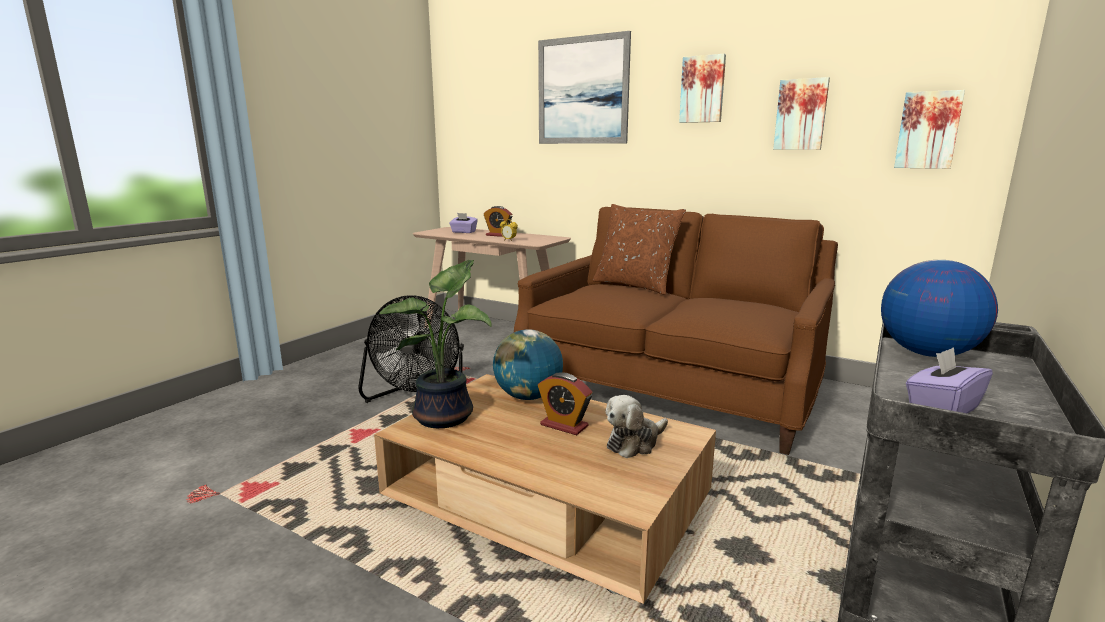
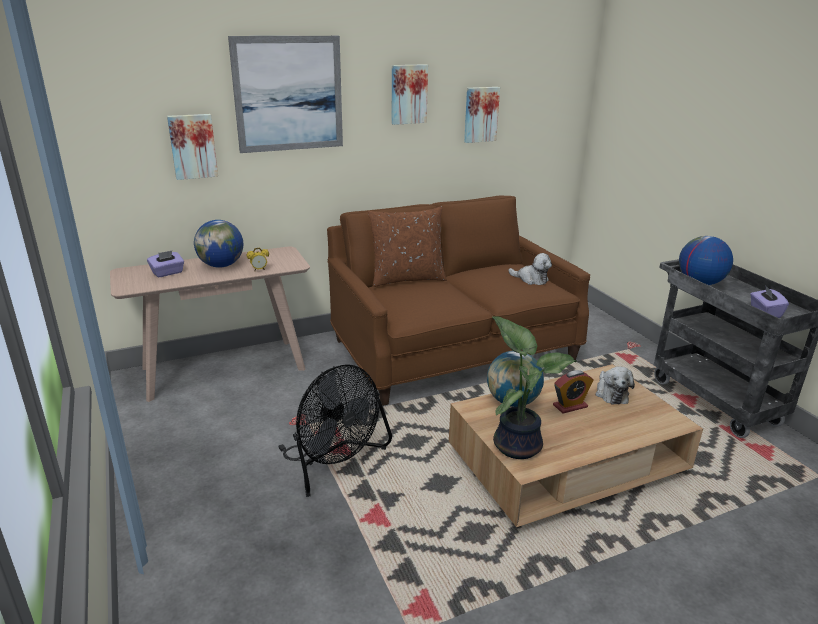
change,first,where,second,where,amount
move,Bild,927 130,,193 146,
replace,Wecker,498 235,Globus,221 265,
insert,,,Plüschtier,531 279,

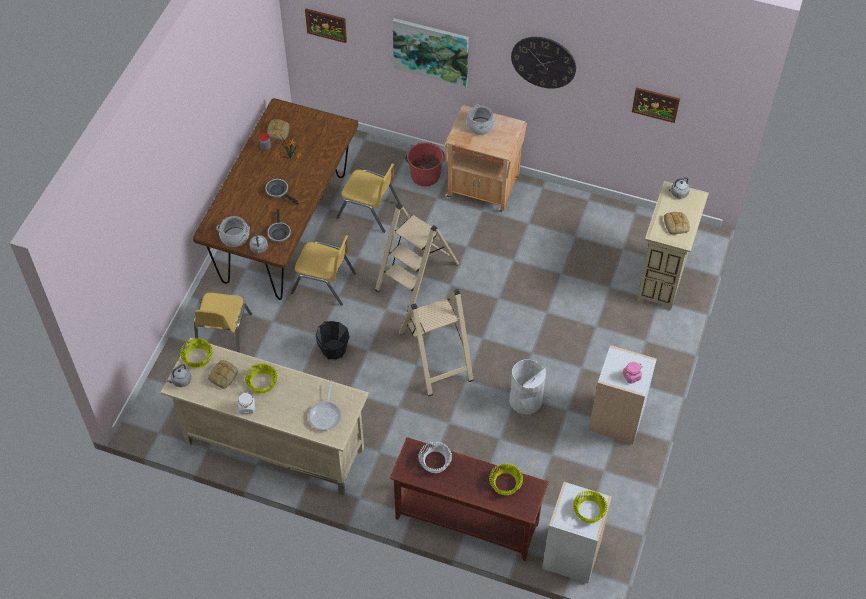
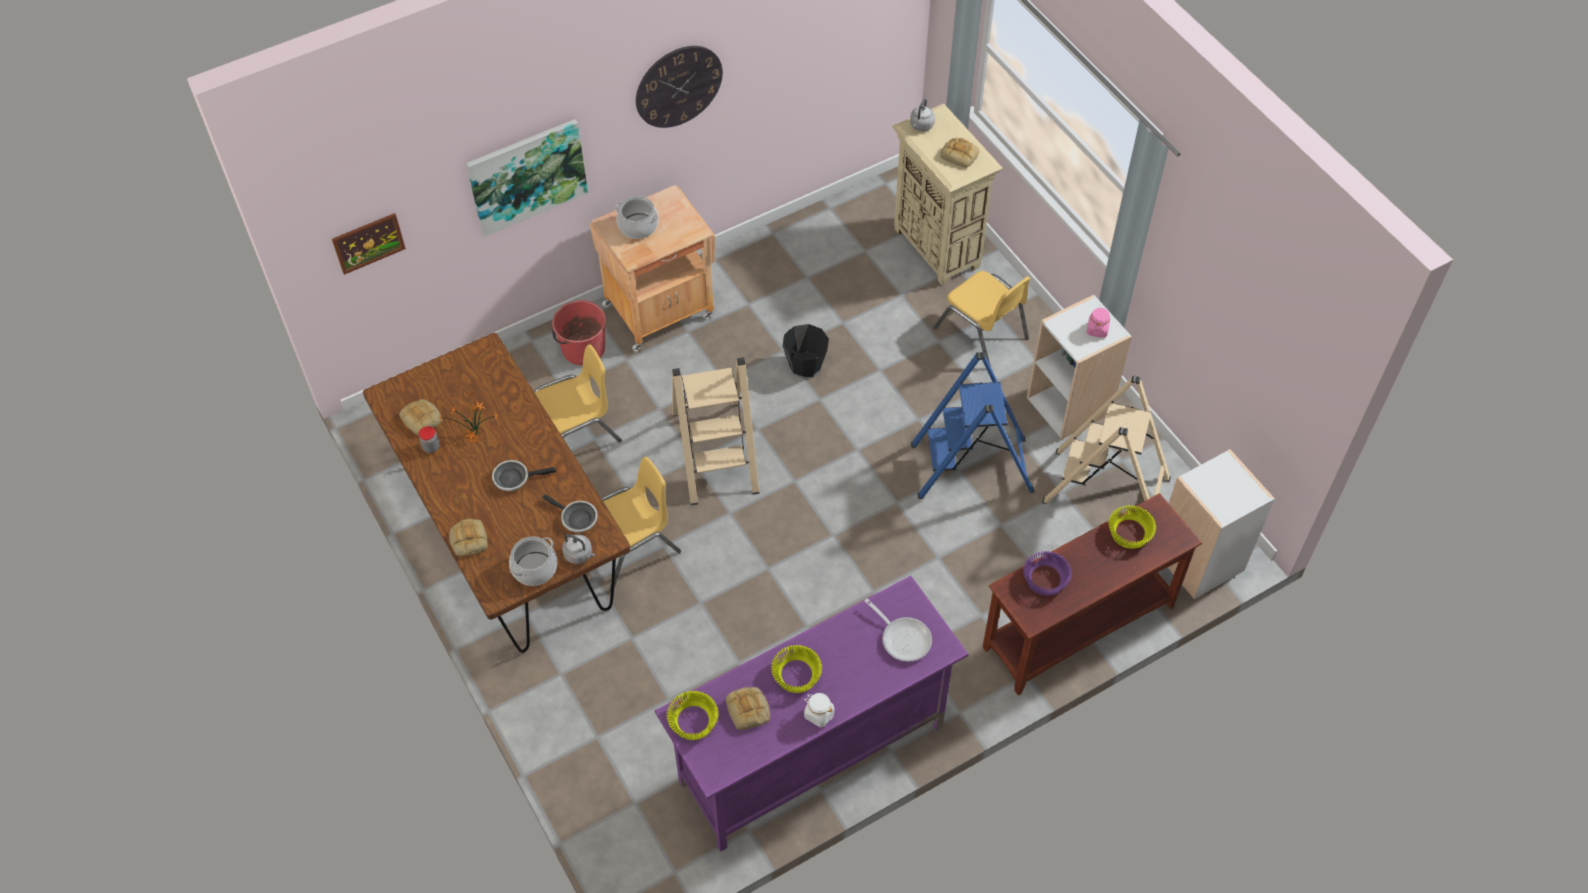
change,first,where,second,where,amount
delete,Bild,655 104,,,
move,Trittleiter [beige],435 357,,1108 490,
move,Stuhl [gelb],223 334,,981 333,
move,Eimer [schwarz],333 350,,805 365,
recolor,Kommode [beige],274 446,Kommode [lila],812 754,
replace,Mülleimer [weiß],525 400,Trittleiter [blau],973 467,
delete,Wasserkessel [grau],181 381,,,
recolor,Schüssel [weiß],435 461,Schüssel [lila],1045 578,
delete,Schüssel [gelb],588 510,,,
insert,,,Brot,468 539,

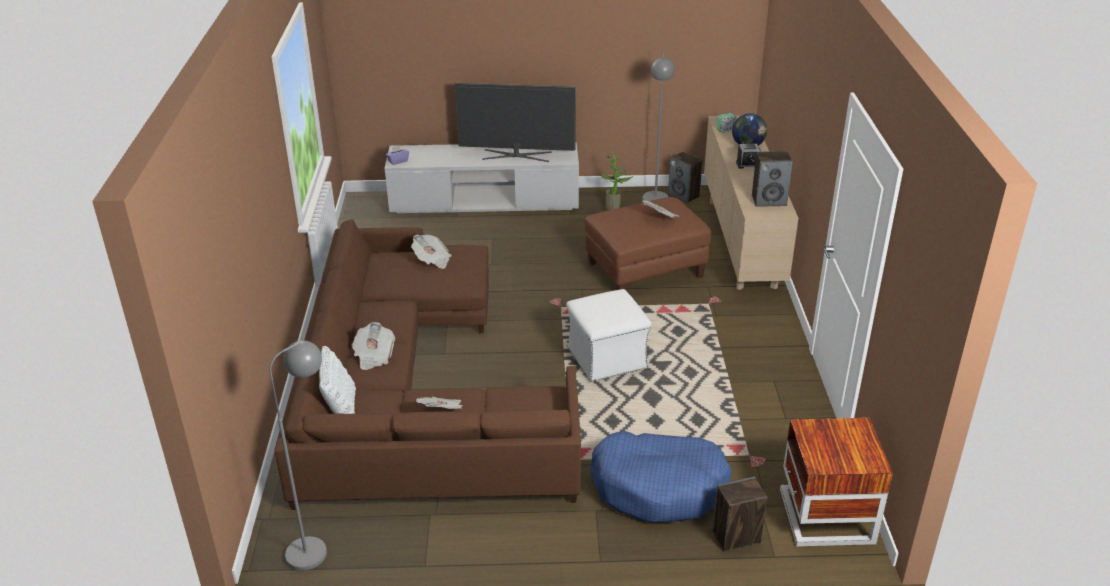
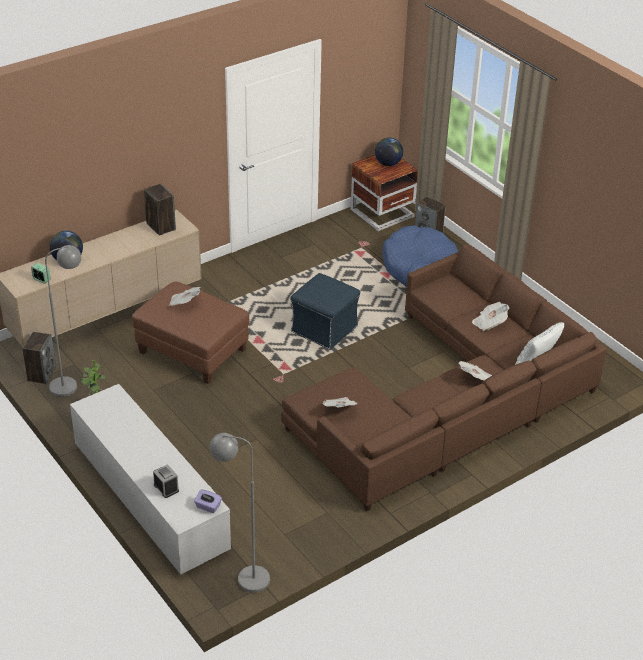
change,first,where,second,where,amount
delete,Fernseher,517 155,,,
move,Wecker,747 164,,166 488,
recolor,Polsterhocker [weiß],606 358,Polsterhocker [blau],325 329,
move,Stehlampe [grau],317 548,,243 579,
insert,,,Globus,388 163,

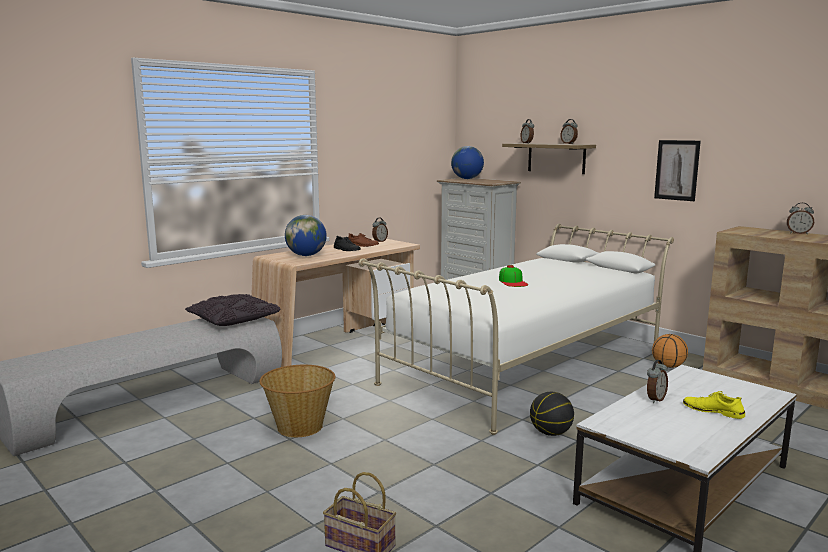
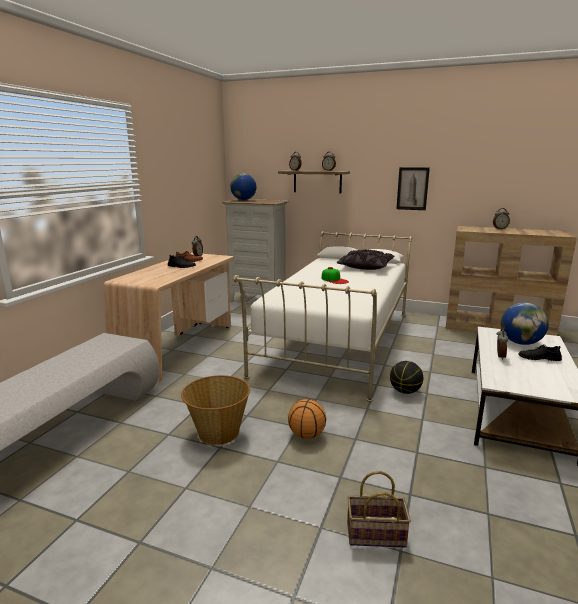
change,first,where,second,where,amount
move,Globus,306 255,,520 343,
move,Kissen [schwarz],233 320,,366 267,
move,Basketball,667 366,,306 435,
recolor,Schuh [gelb],713 411,Schuh [schwarz],539 358,

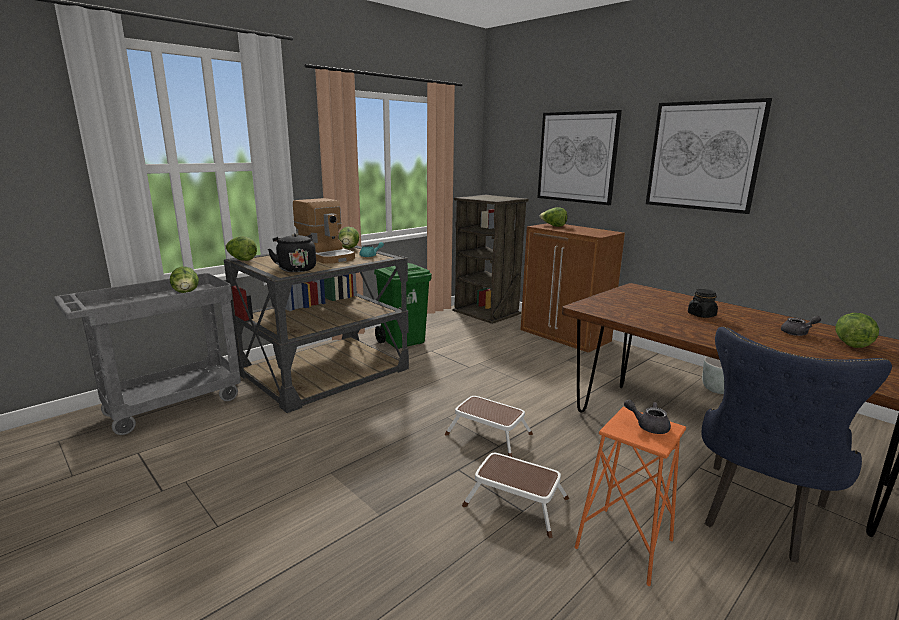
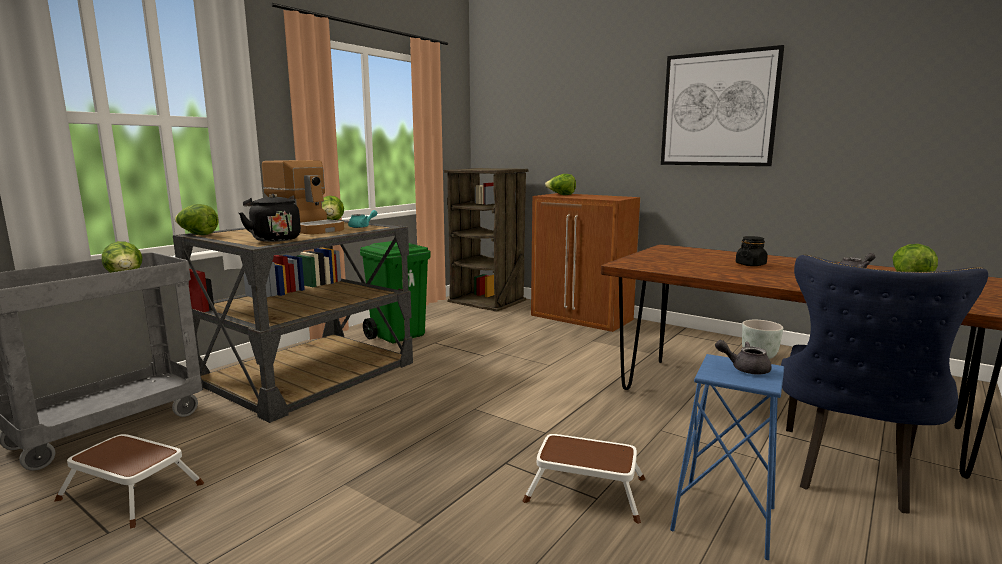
change,first,where,second,where,amount
delete,Bild,577 157,,,
move,Trittleiter [braun],489 434,,131 491,
recolor,Hocker [orange],624 544,Hocker [blau],723 519,

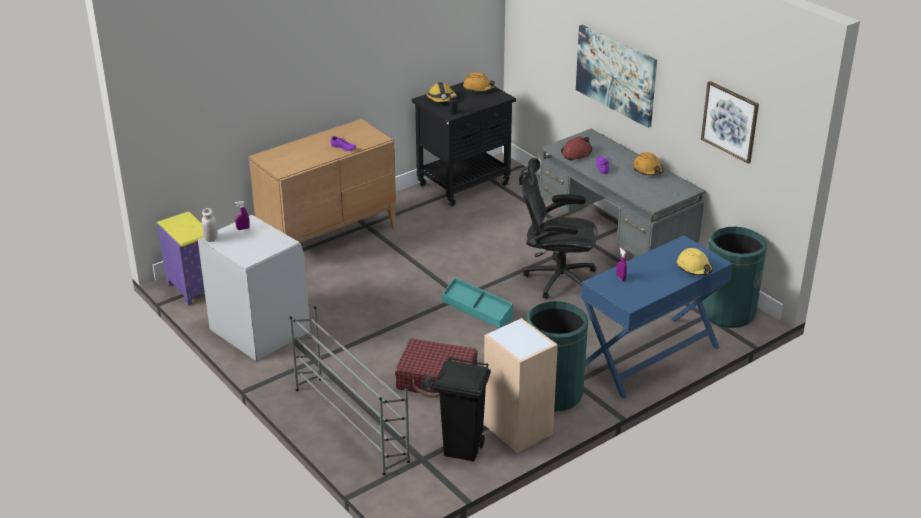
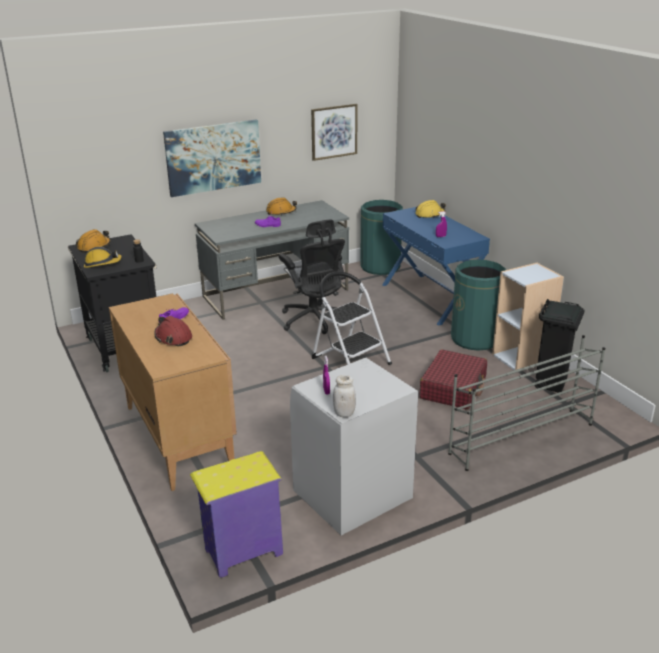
change,first,where,second,where,amount
move,Schutzhelm [rot],576 153,,173 337,
rotate,Bürostuhl,556 279,,313 321,45 degrees counterclockwise
replace,Aufbewahrungsbox [türkis],477 310,Trittleiter,349 360,

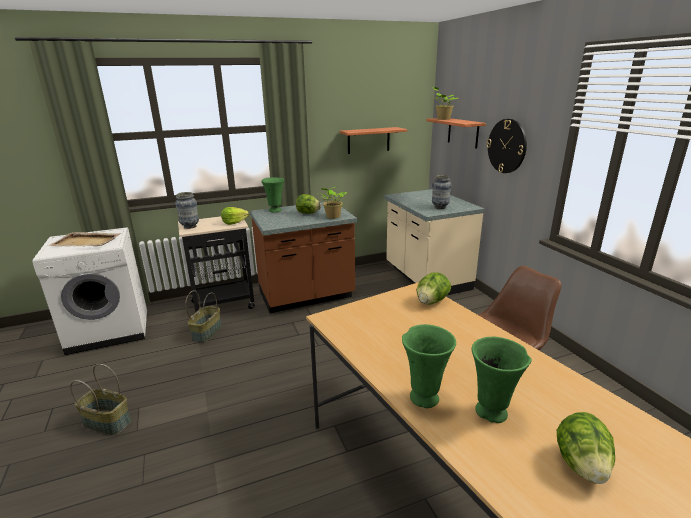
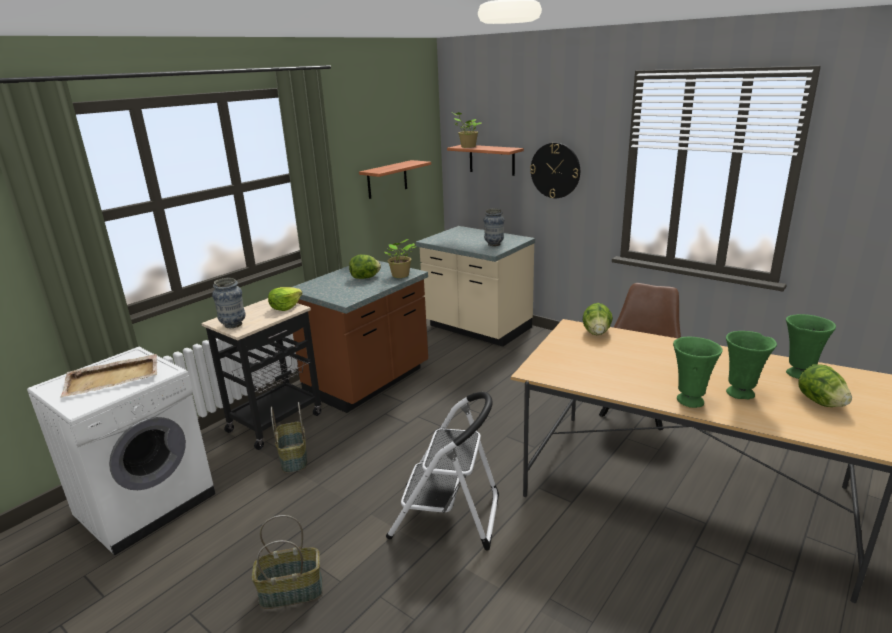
change,first,where,second,where,amount
move,Vase [grün],275 210,,798 374,
insert,,,Trittleiter,449 517,

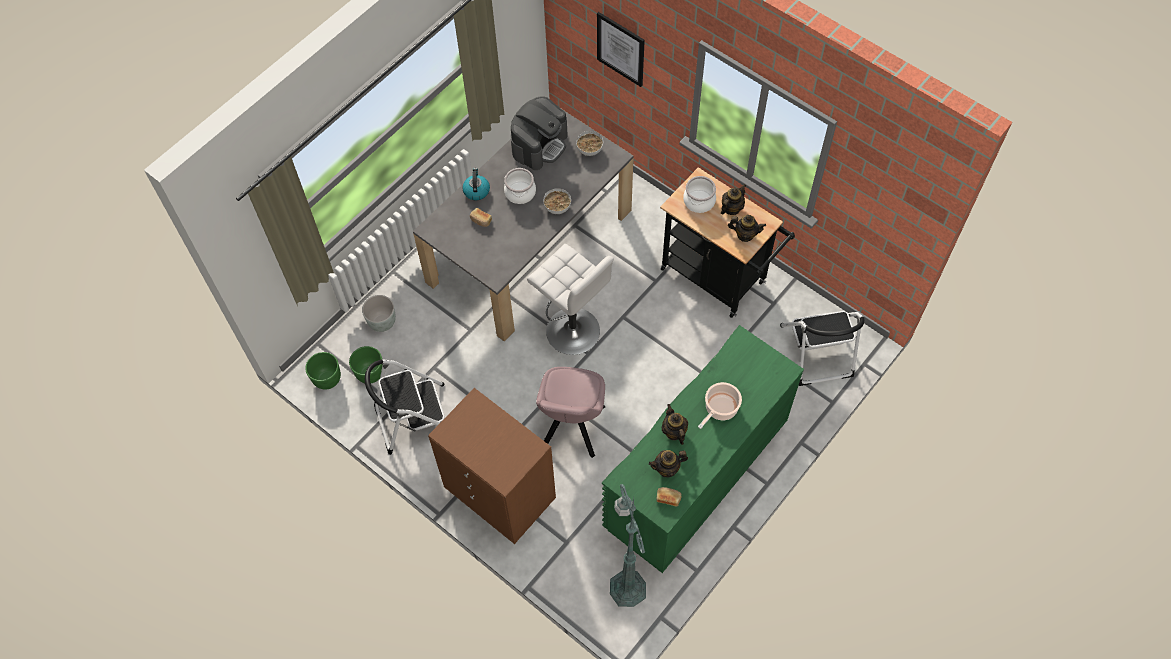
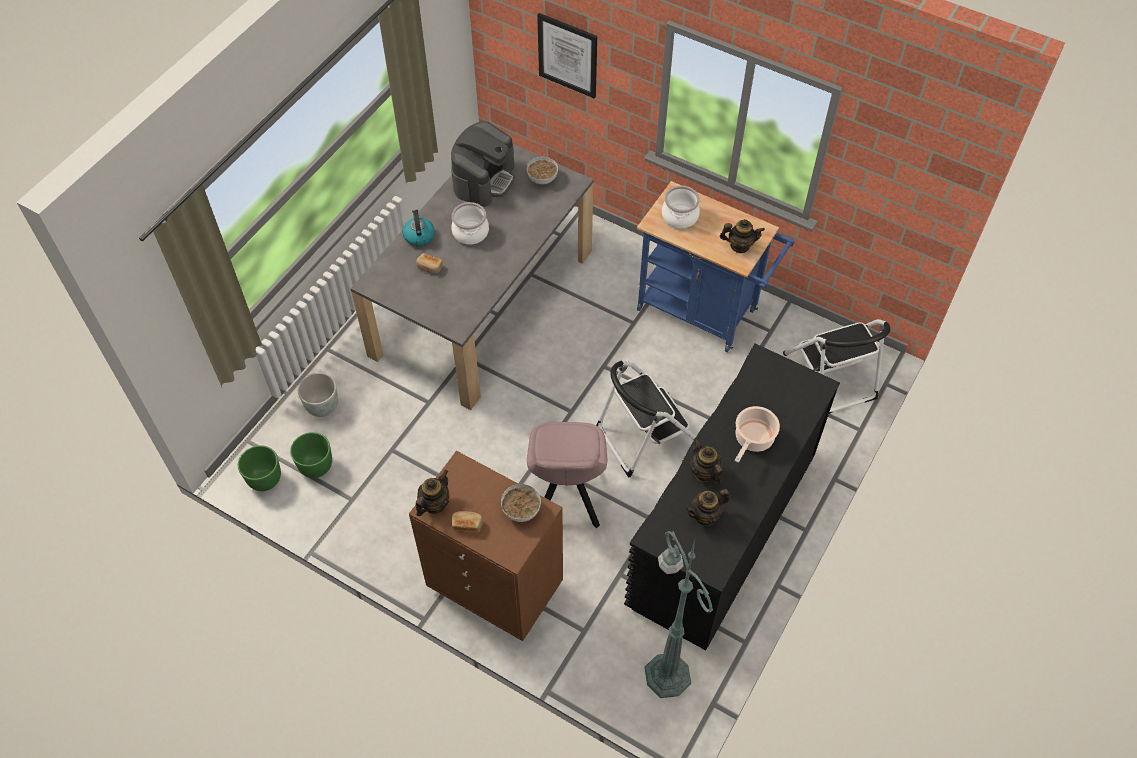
change,first,where,second,where,amount
recolor,Rollwagen [schwarz],718 279,Rollwagen [blau],703 312,
move,Teekanne,731 208,,434 504,
move,Schüssel,557 207,,521 510,
delete,Hocker [weiß],573 332,,,
recolor,Kommode [grün],696 475,Kommode [schwarz],722 532,
move,Trittleiter,413 419,,644 436,
move,Brot,668 498,,467 524,

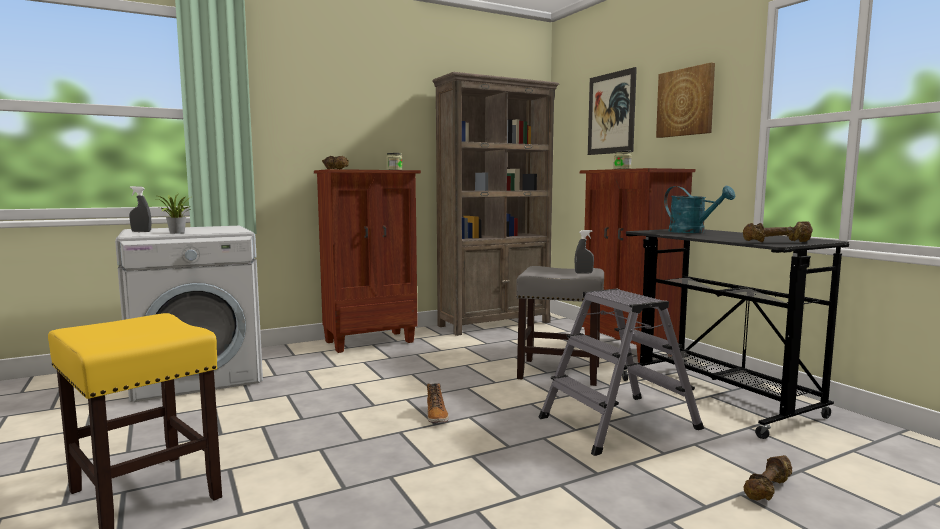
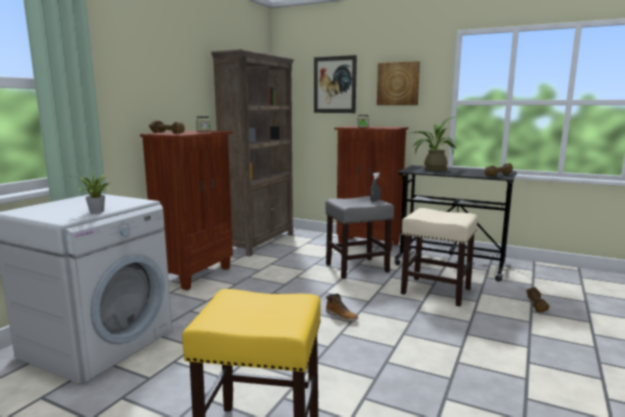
change,first,where,second,where,amount
delete,Sprühflasche [grau],141 232,,,
replace,Gießkanne [türkis],692 232,Topfpflanze,432 169,
replace,Trittleiter [grau],619 423,Hocker [beige],435 291,

